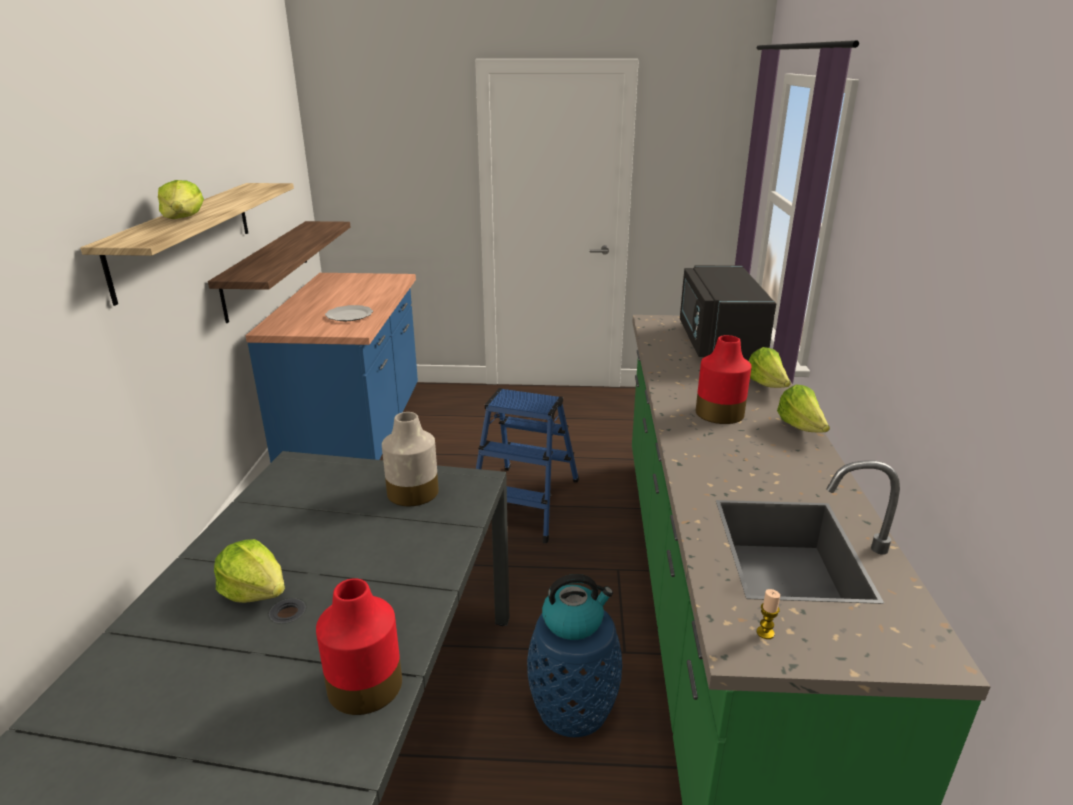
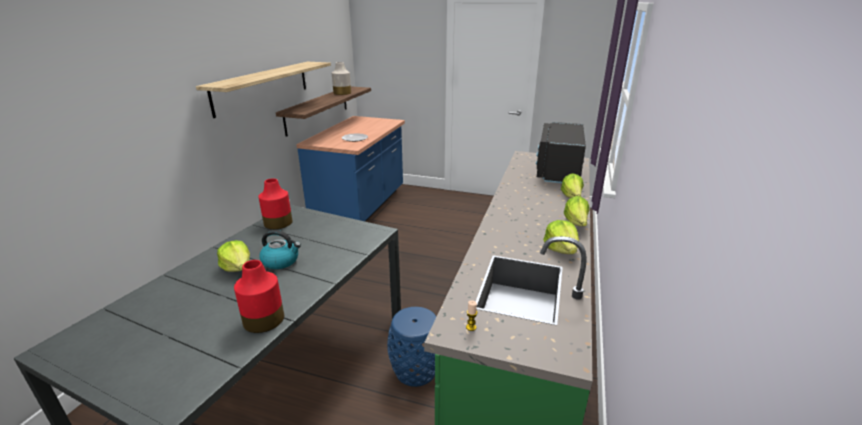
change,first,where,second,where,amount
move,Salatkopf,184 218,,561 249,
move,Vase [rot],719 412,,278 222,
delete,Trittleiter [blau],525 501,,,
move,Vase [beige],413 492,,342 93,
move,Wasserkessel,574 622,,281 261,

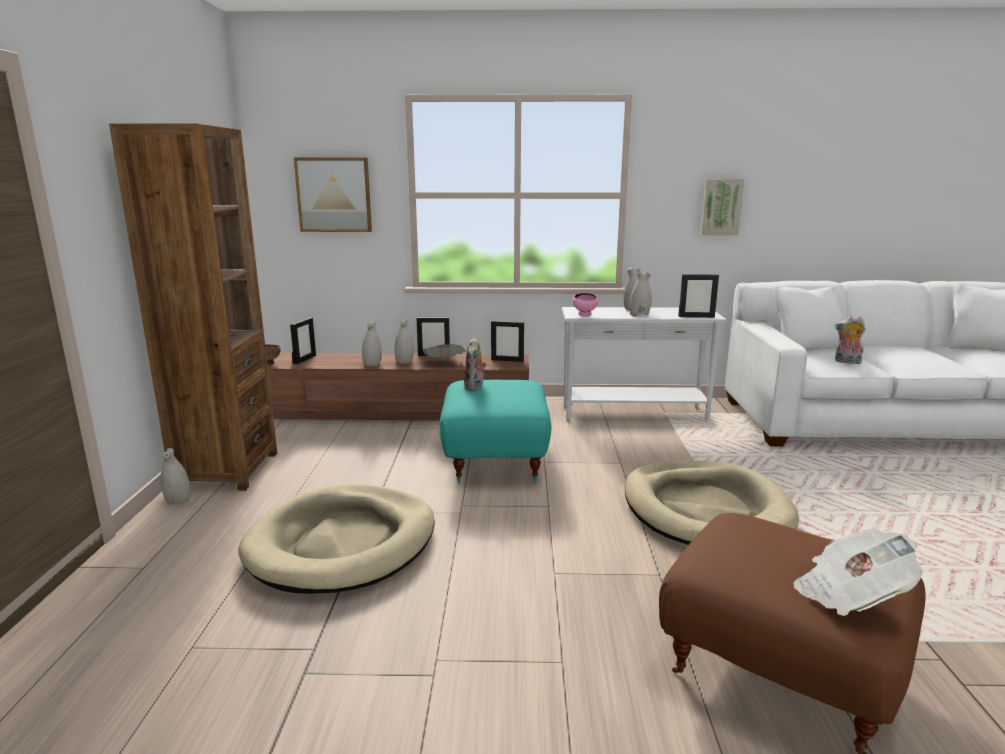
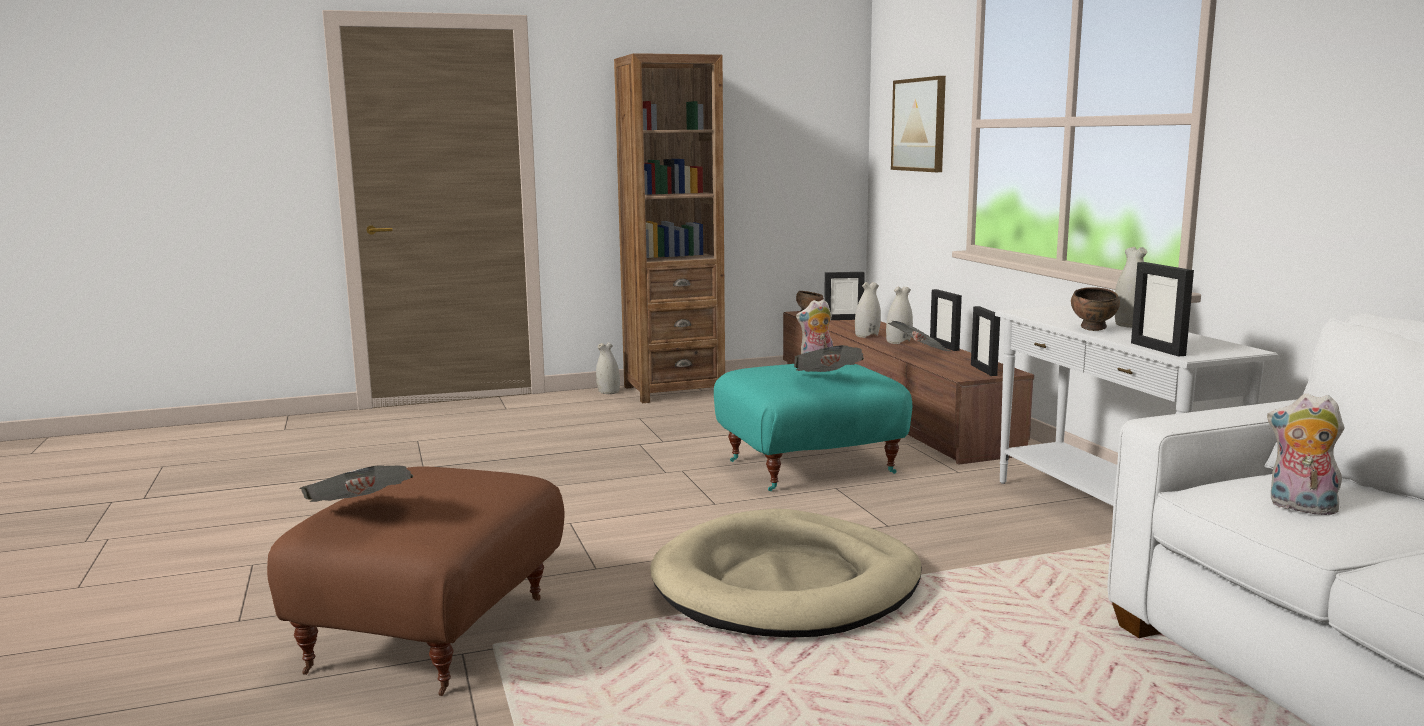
change,first,where,second,where,amount
delete,Bild,721 207,,,
replace,Vase [weiß],639 315,Schüssel [braun],1094 329,
delete,Schüssel [rosa],585 316,,,
rotate,Plüschtier,846 362,,1300 508,60 degrees counterclockwise
delete,Hundebett [beige],343 543,,,
insert,,,Zeitung,827 379,

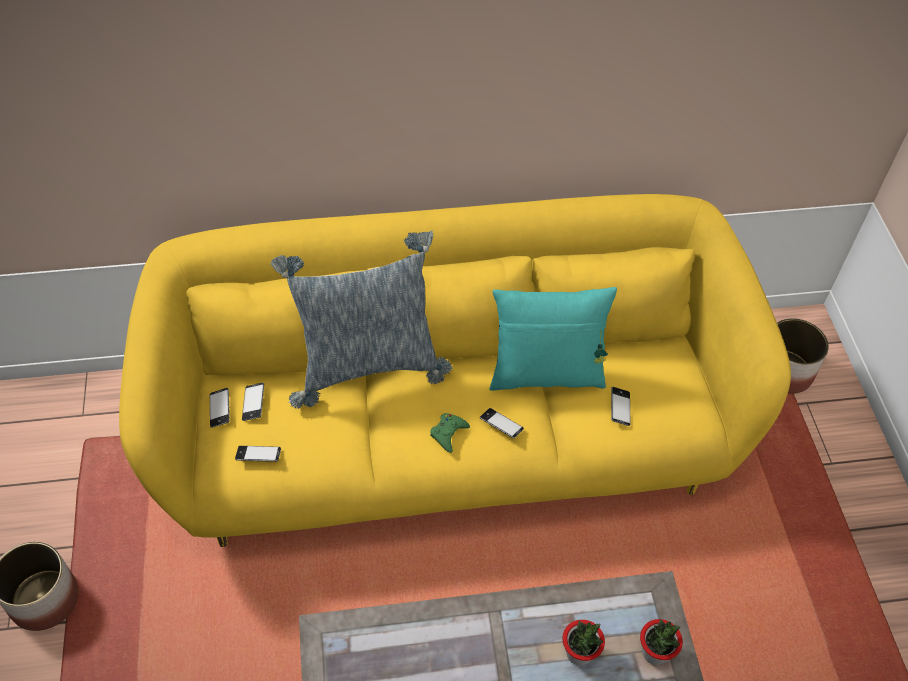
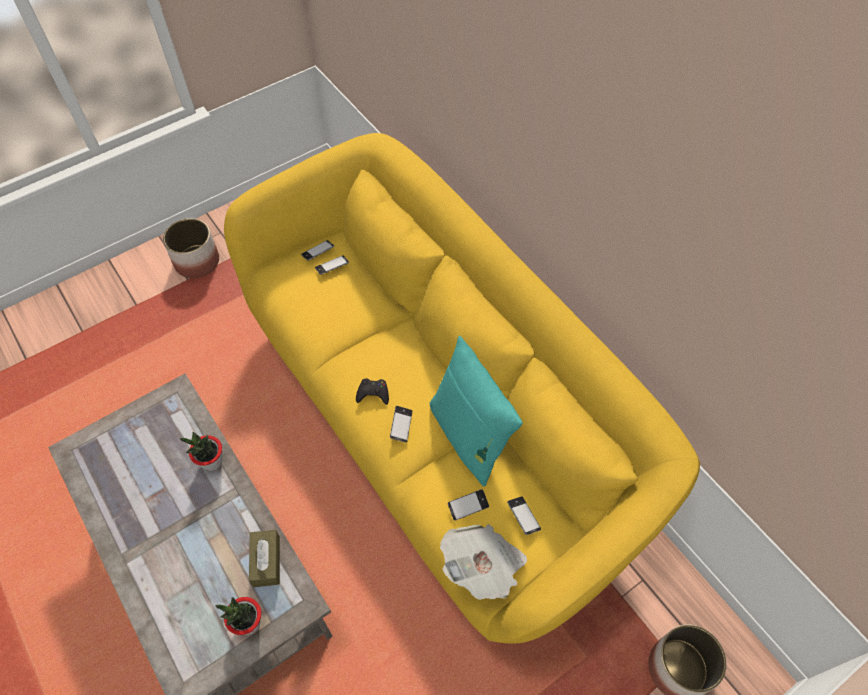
change,first,where,second,where,amount
delete,Kissen,366 372,,,
recolor,Gamepad [grün],448 433,Gamepad [schwarz],373 393,
move,Handy,258 455,,523 516,
move,Topfpflanze,579 653,,212 461,
insert,,,Zeitung,483 567,
insert,,,Taschentuchbox [braun],266 561,

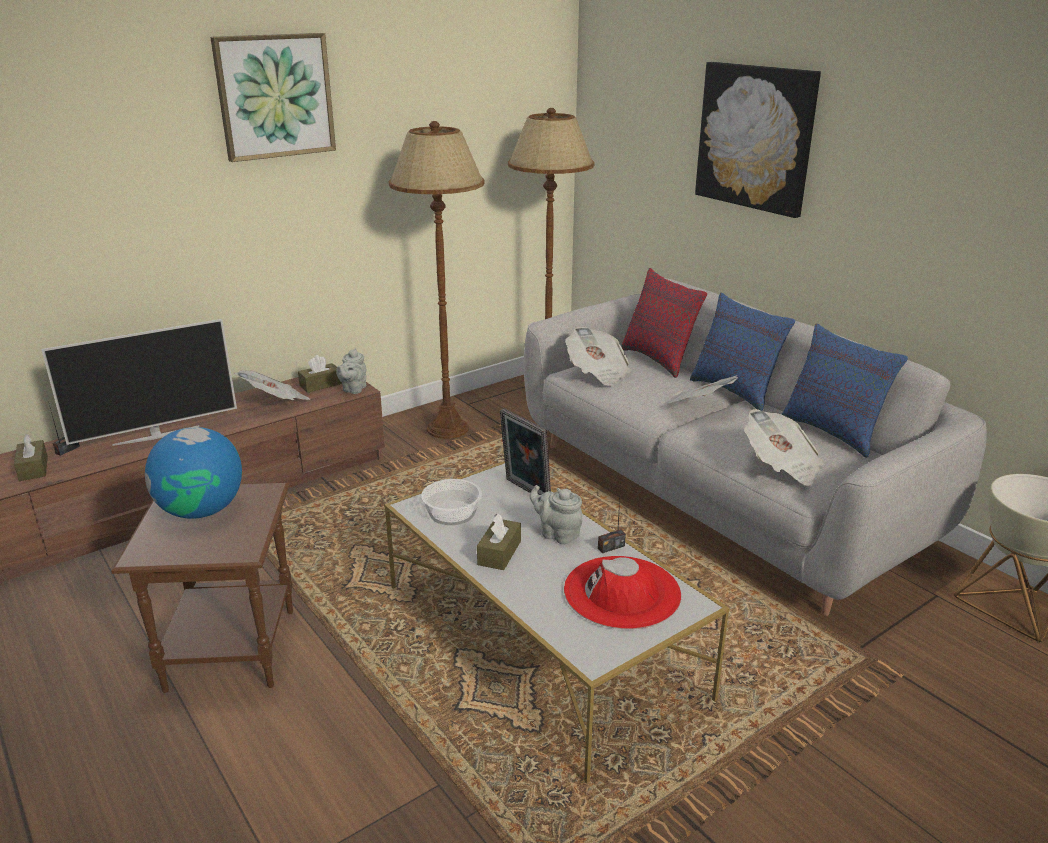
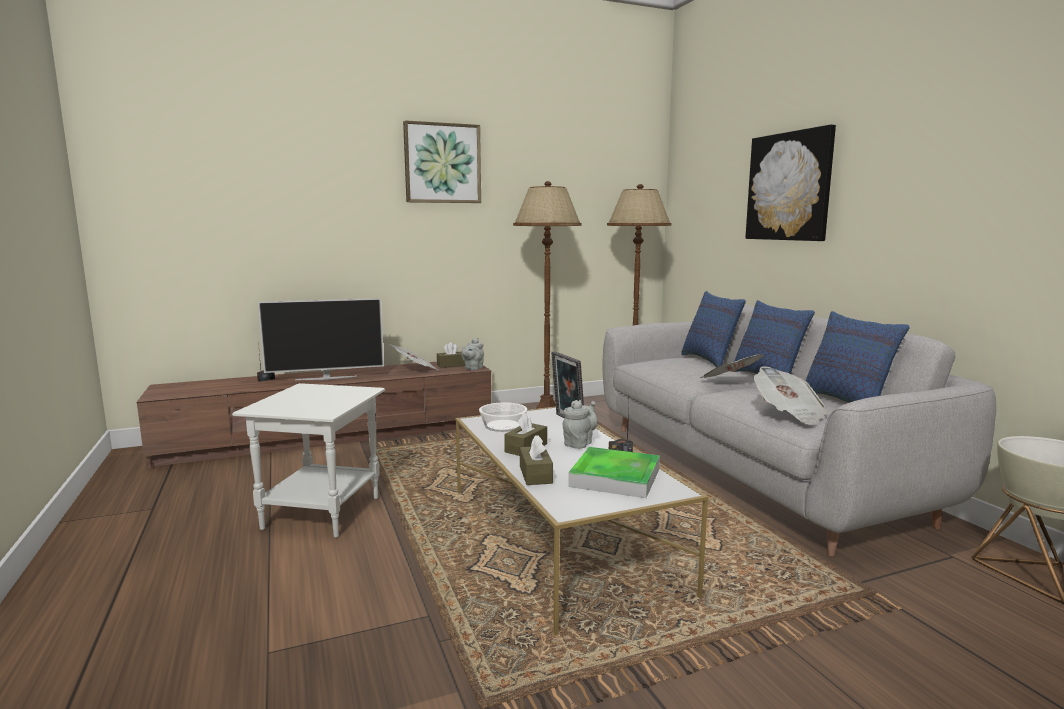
change,first,where,second,where,amount
recolor,Kissen [rot],658 360,Kissen [blau],709 361,
delete,Zeitung,597 373,,,
delete,Globus,201 510,,,
move,Taschentuchbox [braun],33 468,,535 475,
recolor,Beistelltisch [braun],232 648,Beistelltisch [weiß],323 512,
rotate,Teekanne [grau],557 534,,579 443,75 degrees clockwise
replace,Hut [rot],622 592,Tablett,615 477,

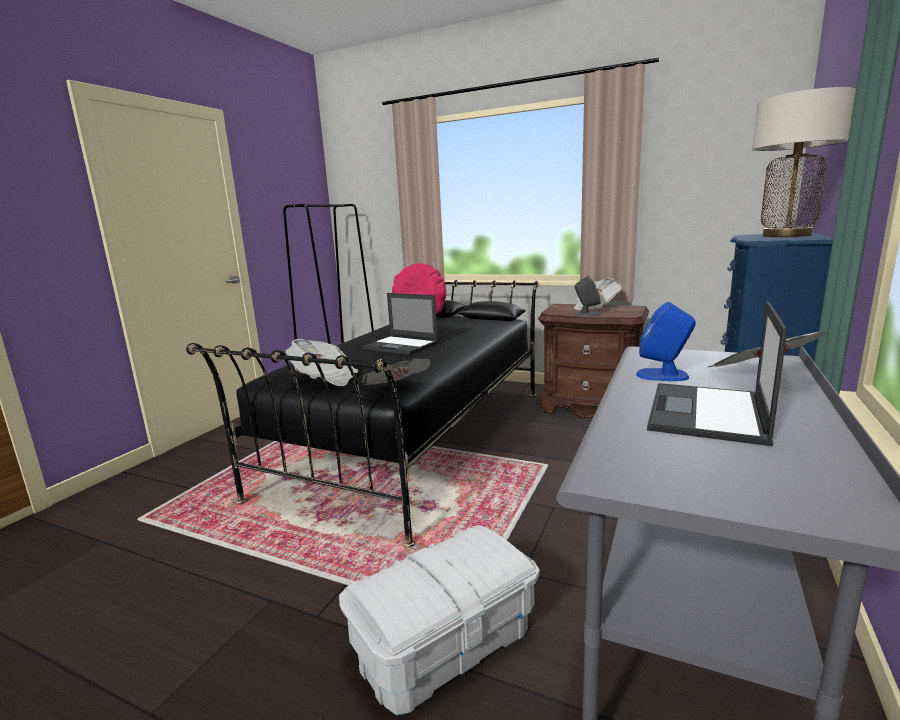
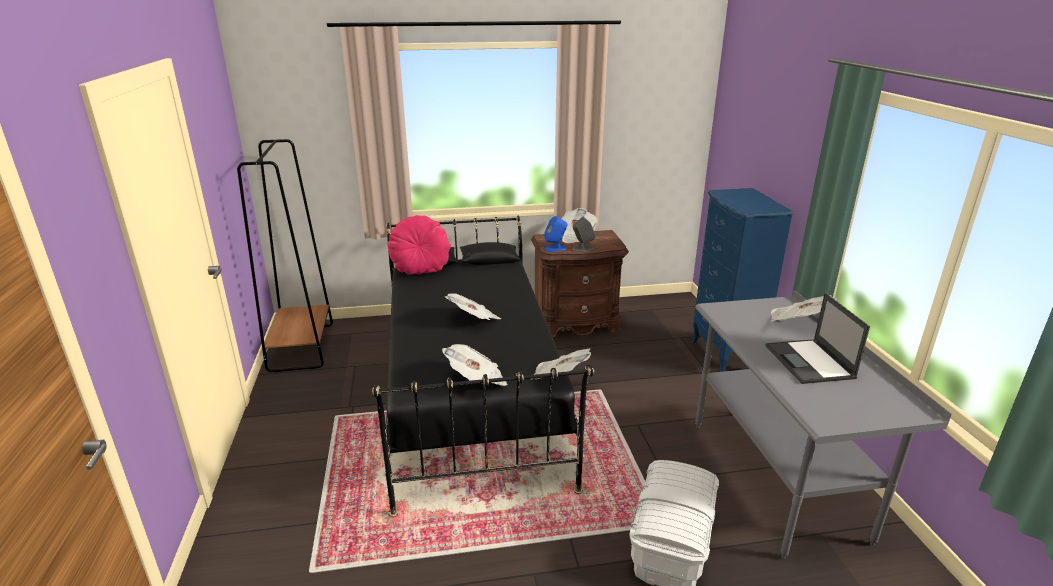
change,first,where,second,where,amount
delete,Tischlampe,786 235,,,
replace,Laptop,401 346,Zeitung,473 320,
move,Lautsprecher [blau],663 375,,555 248,

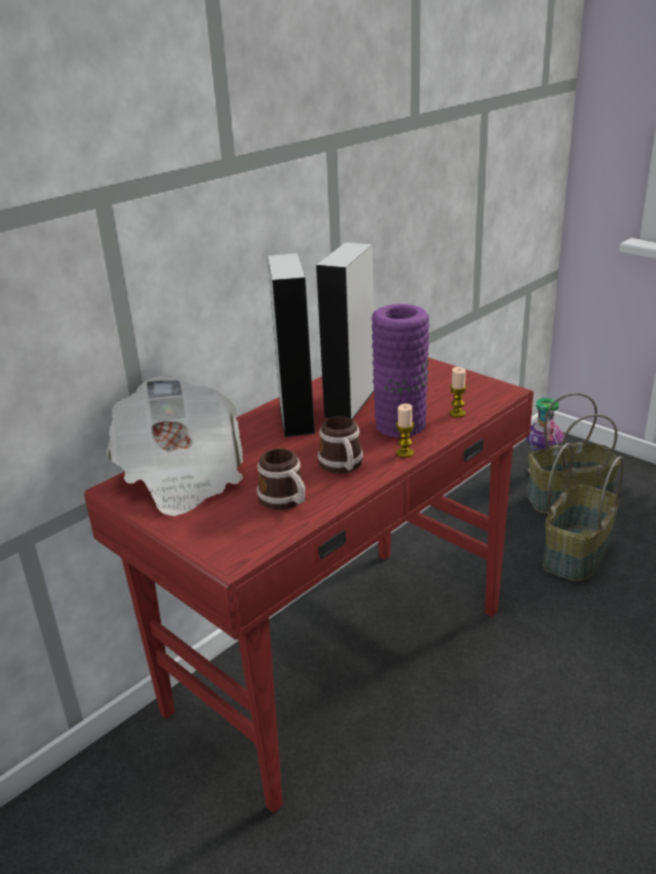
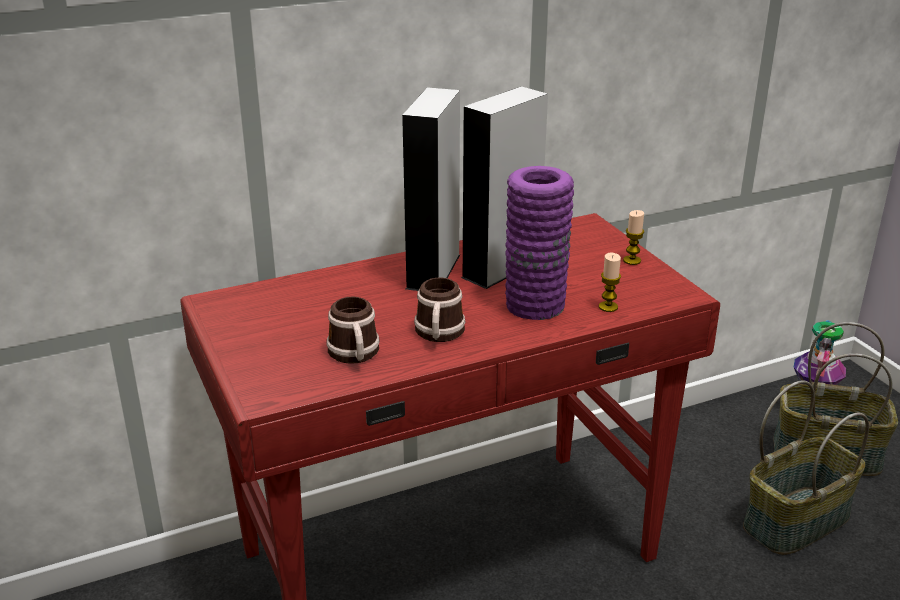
change,first,where,second,where,amount
delete,Zeitung,181 476,,,
move,Kerze,405 453,,632 260,

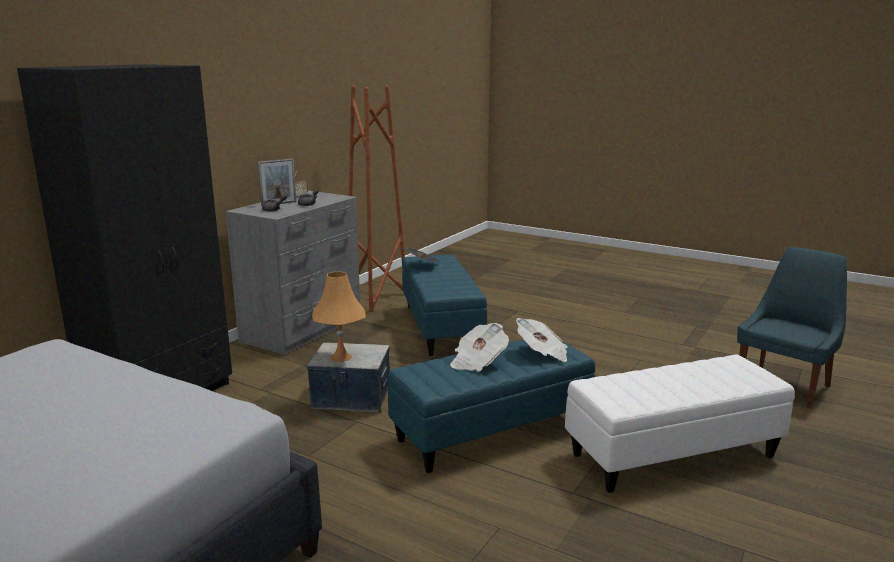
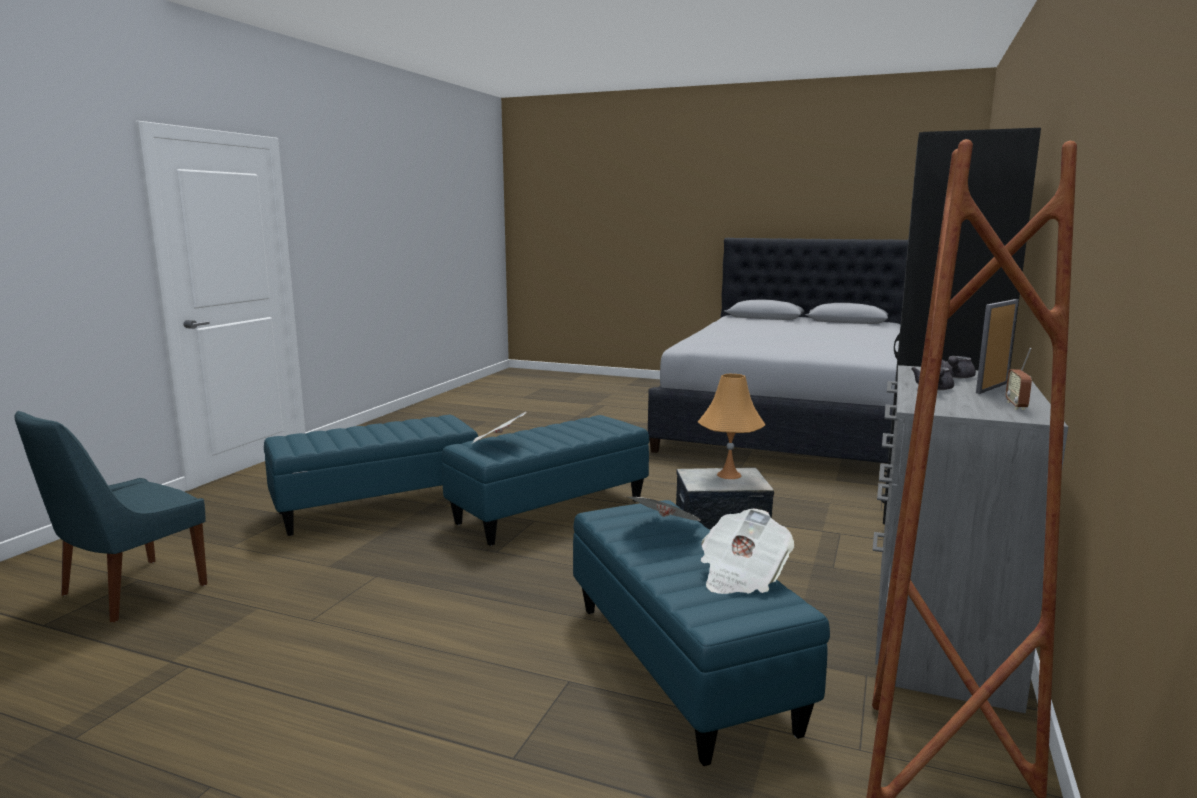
change,first,where,second,where,amount
move,Zeitung,477 362,,666 530,
recolor,Polsterhocker [weiß],672 455,Polsterhocker [blau],377 508,

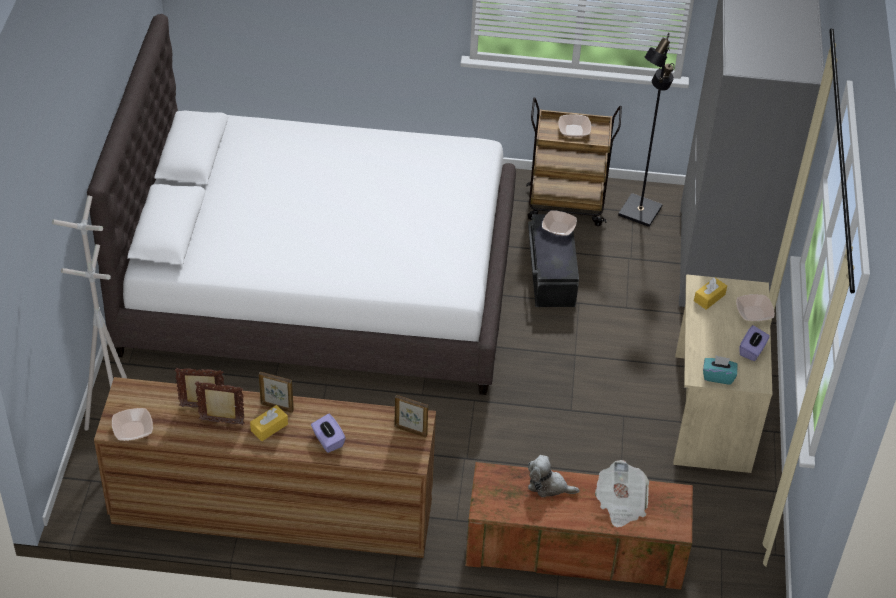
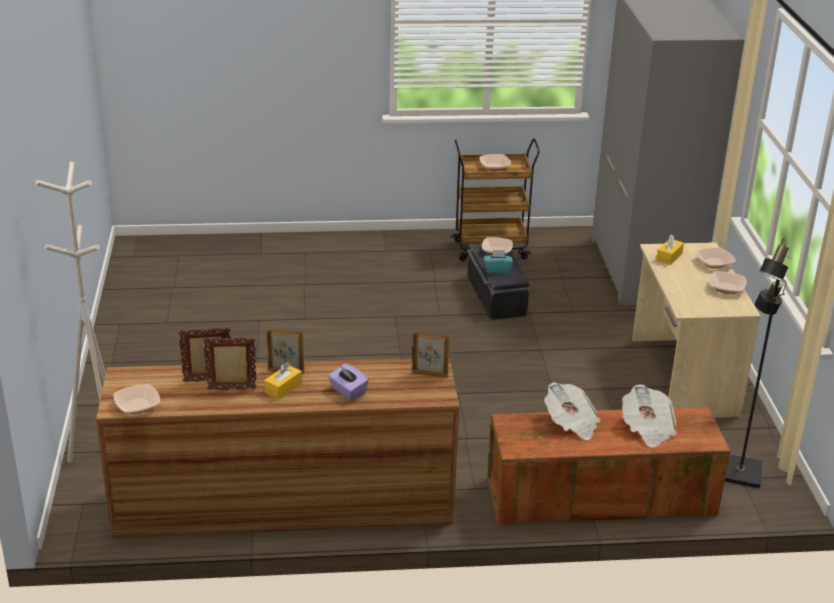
change,first,where,second,where,amount
delete,Bett [weiß],319 282,,,
move,Stehlampe [schwarz],640 211,,740 471,
replace,Taschentuchbox [lila],752 350,Schüssel,726 288,
move,Taschentuchbox [türkis],718 376,,497 270,
replace,Plüschtier,548 486,Zeitung,571 423,

